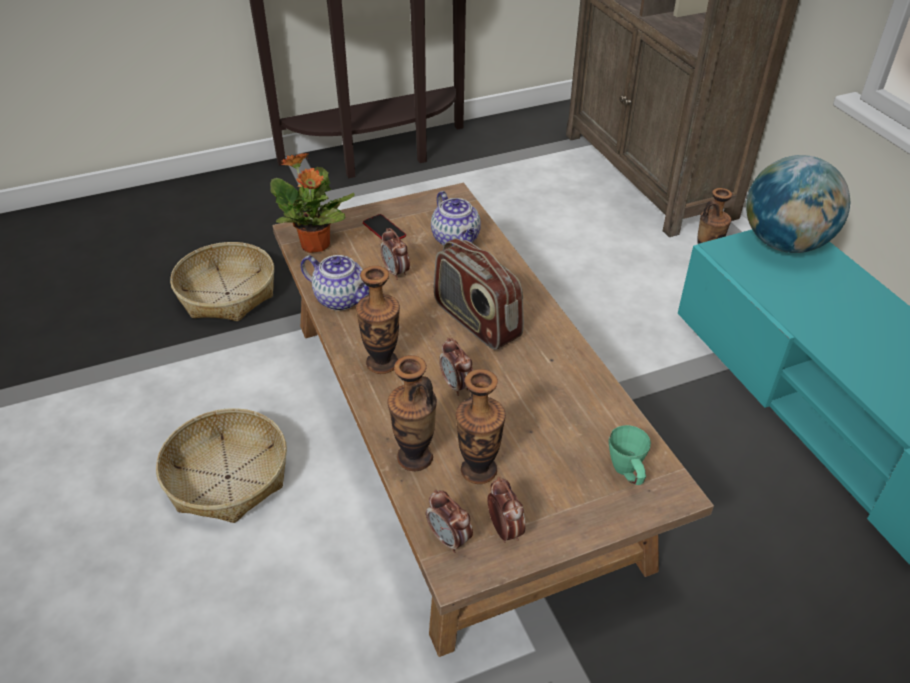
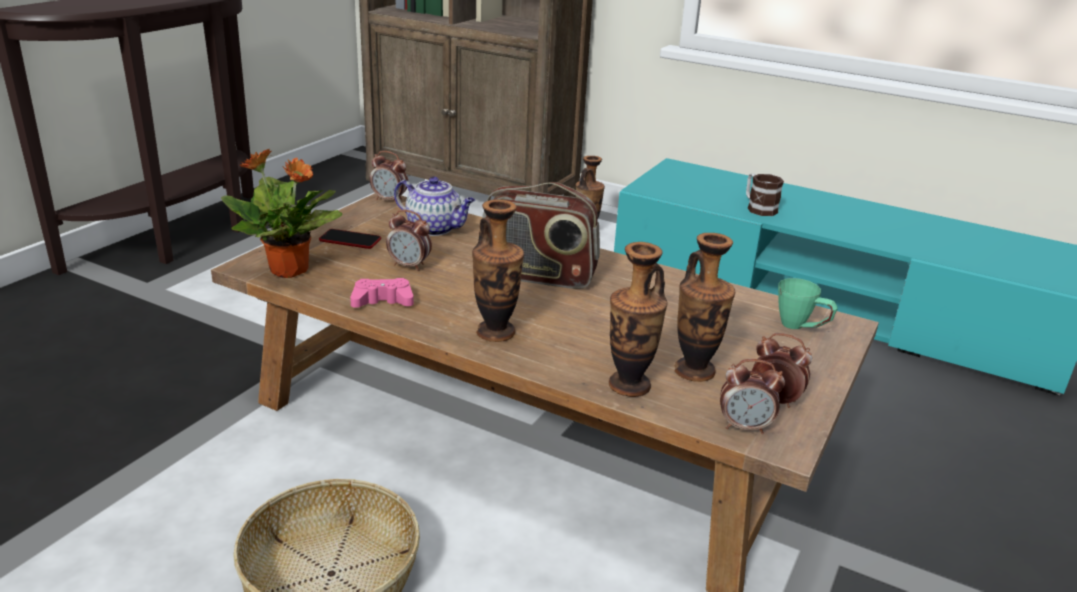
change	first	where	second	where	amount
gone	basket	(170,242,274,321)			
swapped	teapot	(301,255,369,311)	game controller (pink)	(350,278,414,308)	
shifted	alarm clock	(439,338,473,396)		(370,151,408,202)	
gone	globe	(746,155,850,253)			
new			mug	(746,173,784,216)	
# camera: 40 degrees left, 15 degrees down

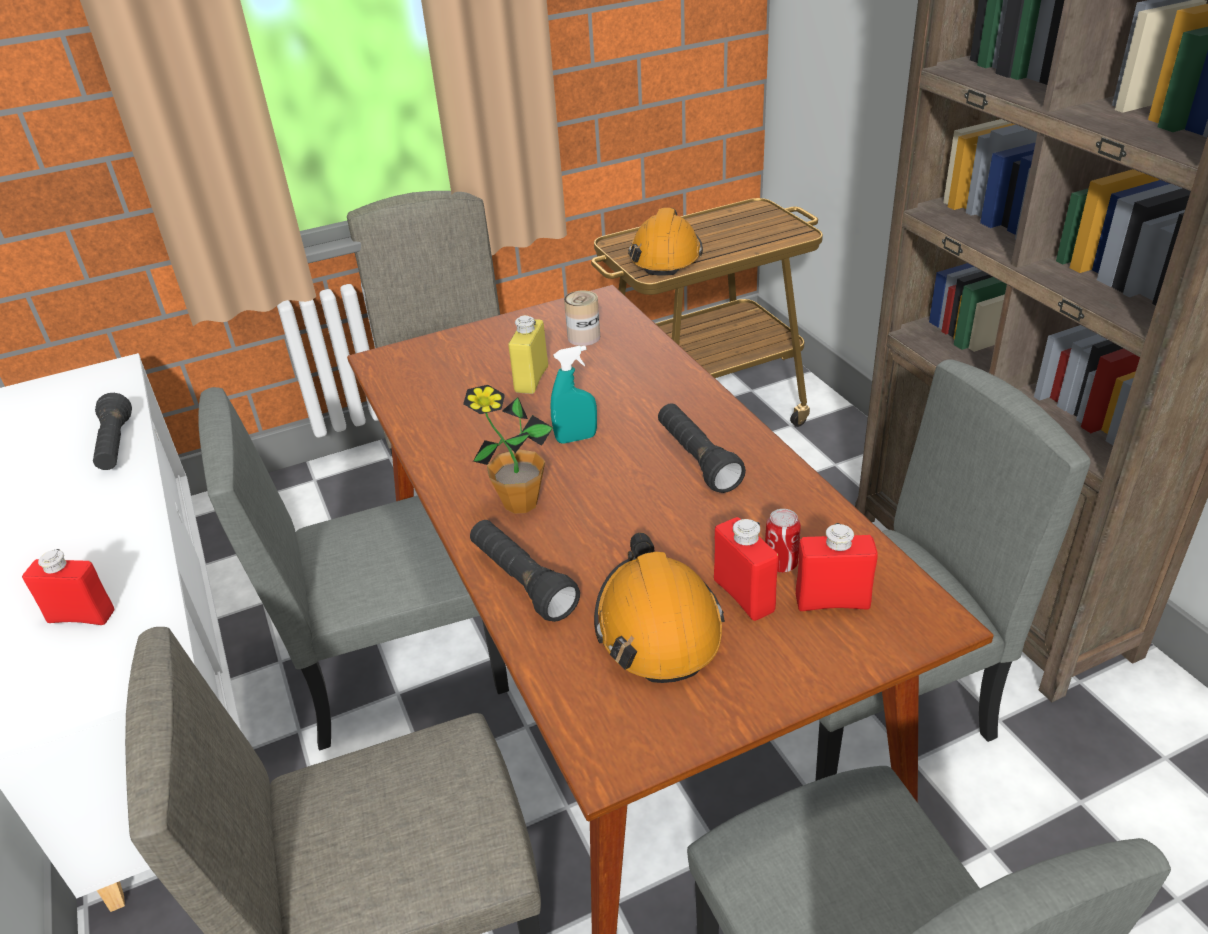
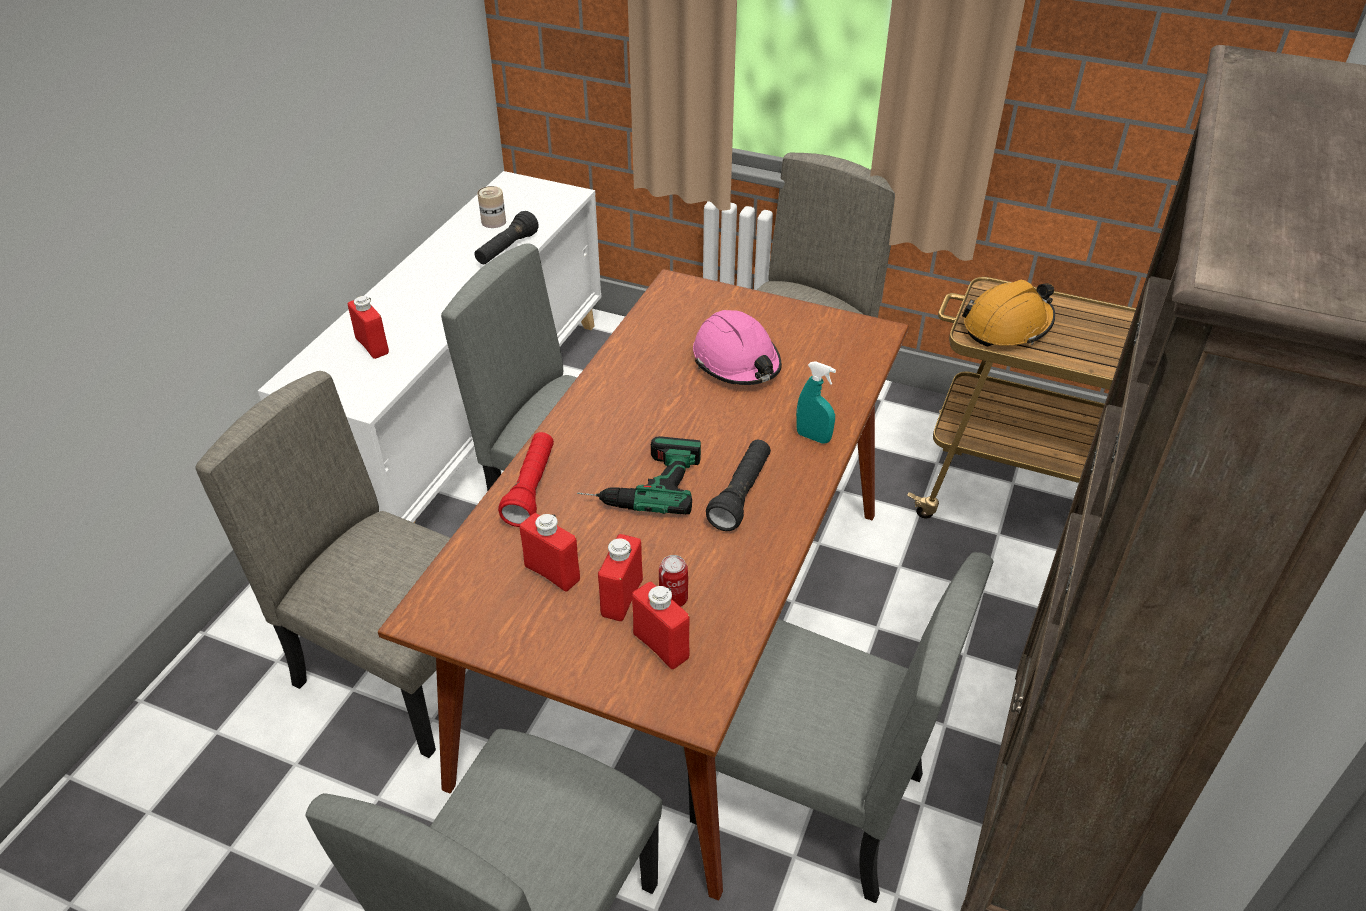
change	first	where	second	where	amount
gone	potted plant	(463,385,553,514)			
repainted	flashlight (black)	(470,520,580,622)	flashlight (red)	(498,432,554,527)	
swapped	bottle (yellow)	(508,315,548,394)	hard hat (pink)	(693,310,782,385)	
shifted	spray bottle (turquoise)	(551,346,597,444)		(796,361,836,444)	
shifted	can	(564,290,600,346)		(477,186,506,228)	
swapped	hard hat (orange)	(594,533,725,683)	bottle (red)	(519,513,580,591)	
new			power drill	(577,436,701,514)	
# camera: 45 degrees right, 5 degrees up

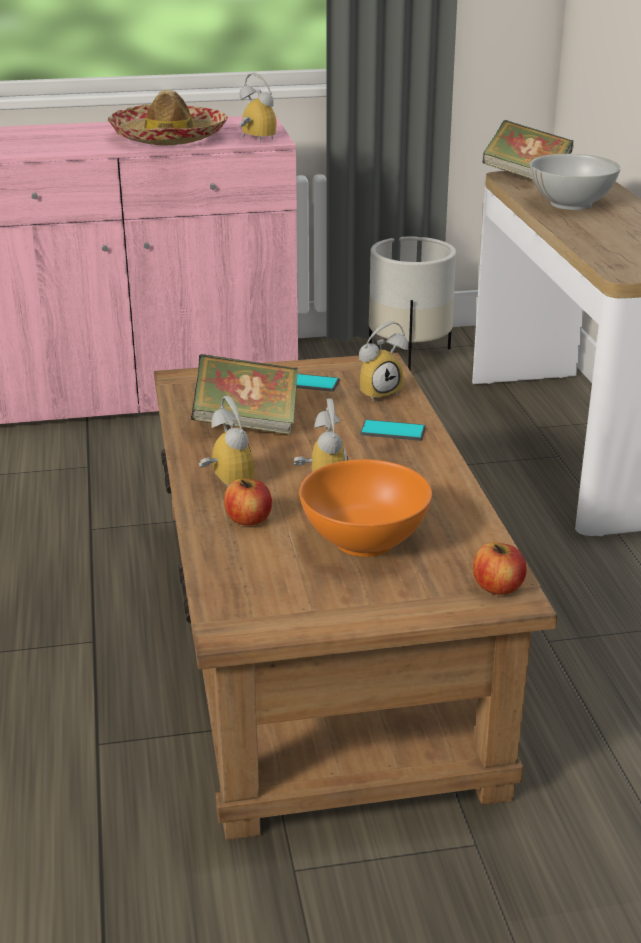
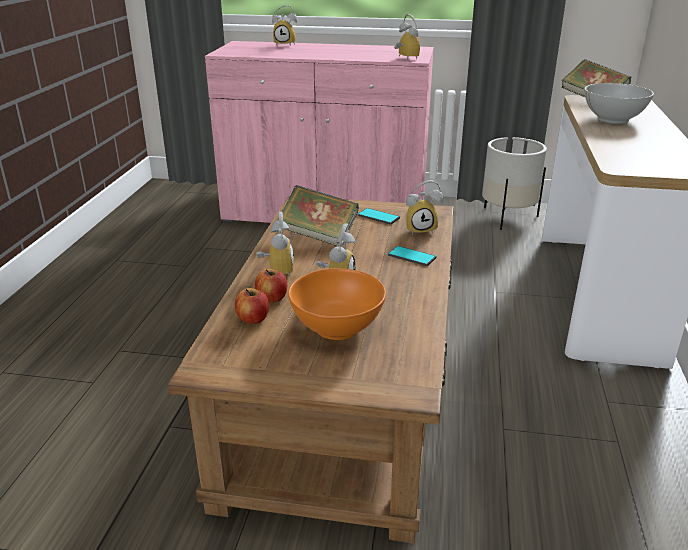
change	first	where	second	where	amount
gone	hat	(108,89,228,146)			
shifted	apple	(473,542,527,595)		(235,288,269,324)	
new			alarm clock	(272,5,297,46)	
# camera: 20 degrees right, 0 degrees up

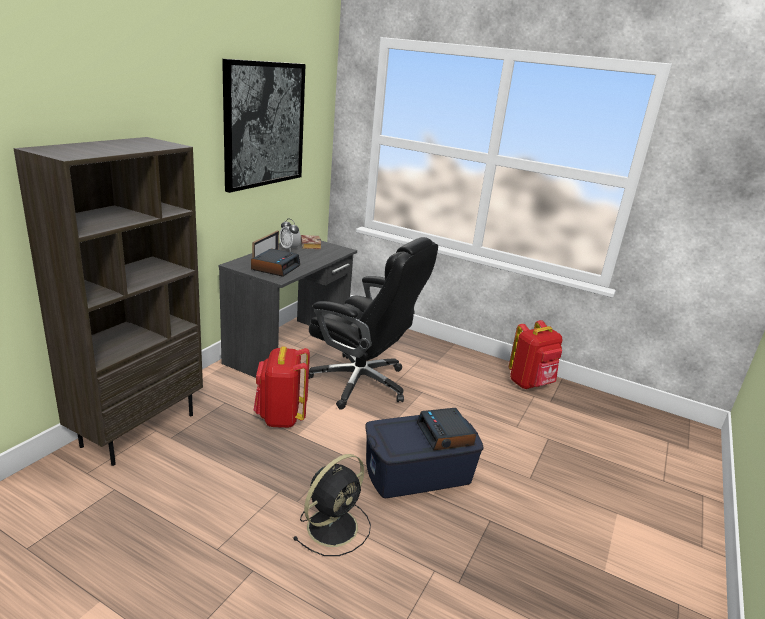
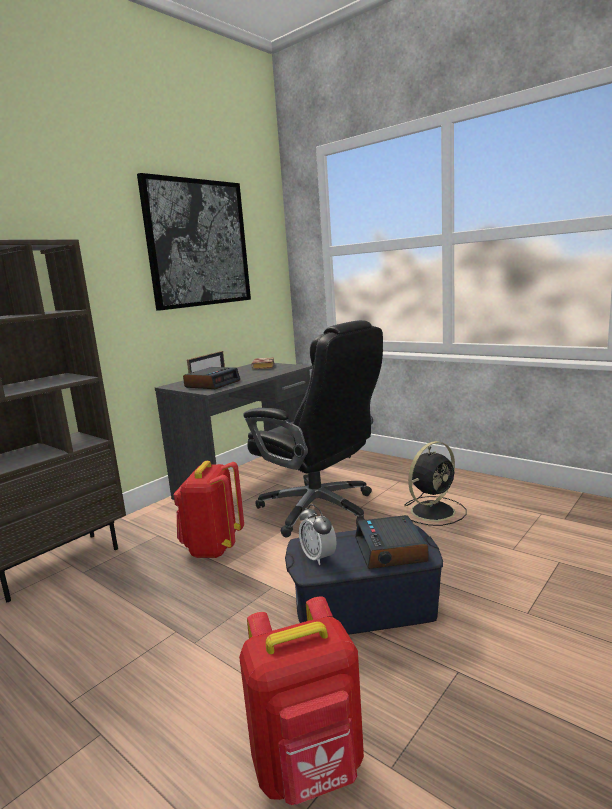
change	first	where	second	where	amount
shifted	alarm clock	(279,219,301,252)		(299,504,337,565)	
shifted	fan (black)	(293,454,371,556)		(402,441,467,526)	
shifted	backpack (red)	(509,320,562,389)		(239,597,364,805)	
# camera: 15 degrees right, 10 degrees down

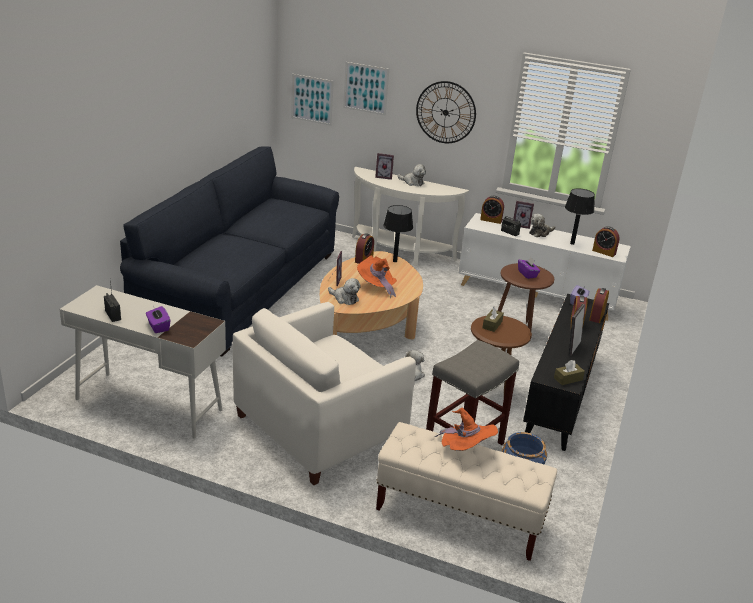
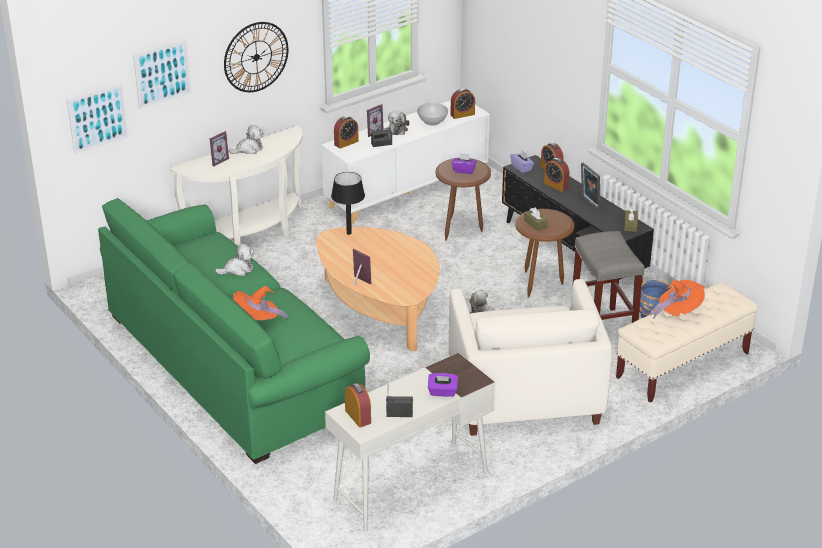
change	first	where	second	where	amount
repainted	sofa (blue)	(120,146,339,357)	sofa (green)	(98,198,370,464)	
shifted	plush toy	(328,278,361,305)		(215,243,254,276)	
shifted	alarm clock	(355,233,374,264)		(345,383,371,428)	
shifted	hat (orange)	(357,255,397,298)		(233,286,289,321)	
swapped	table lamp (black)	(565,189,595,245)	bowl (white)	(417,103,448,126)	
# camera: 55 degrees left, 5 degrees up

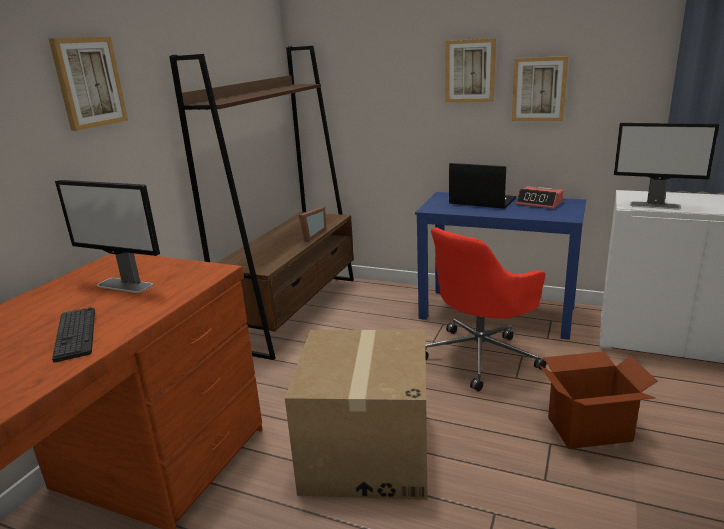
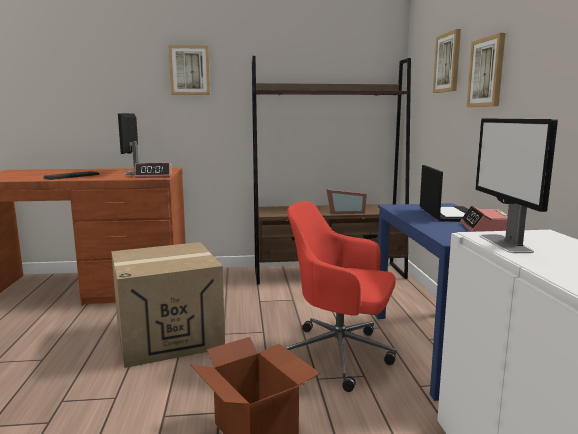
change	first	where	second	where	amount
shifted	picture	(512,56,568,121)		(433,29,461,93)	
new			alarm clock	(135,163,172,178)	
# camera: 60 degrees right, 10 degrees down

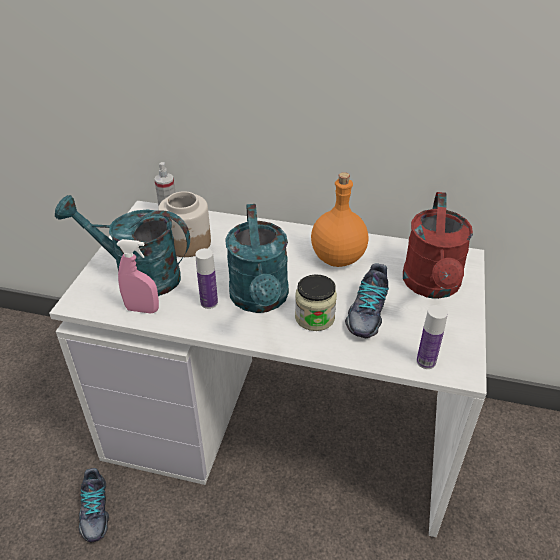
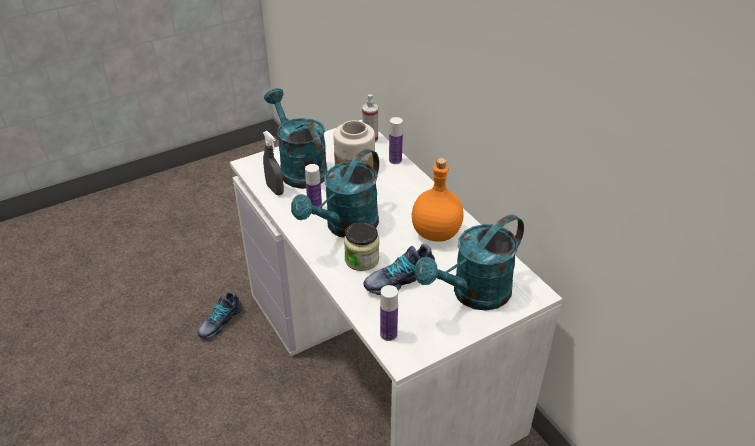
change	first	where	second	where	amount
repainted	spray bottle (pink)	(116,239,159,313)	spray bottle (grey)	(263,131,284,195)	
repainted	watering can (red)	(403,192,473,299)	watering can (turquoise)	(414,214,524,311)	
new			bottle	(389,117,403,164)	
# camera: 45 degrees right, 0 degrees up

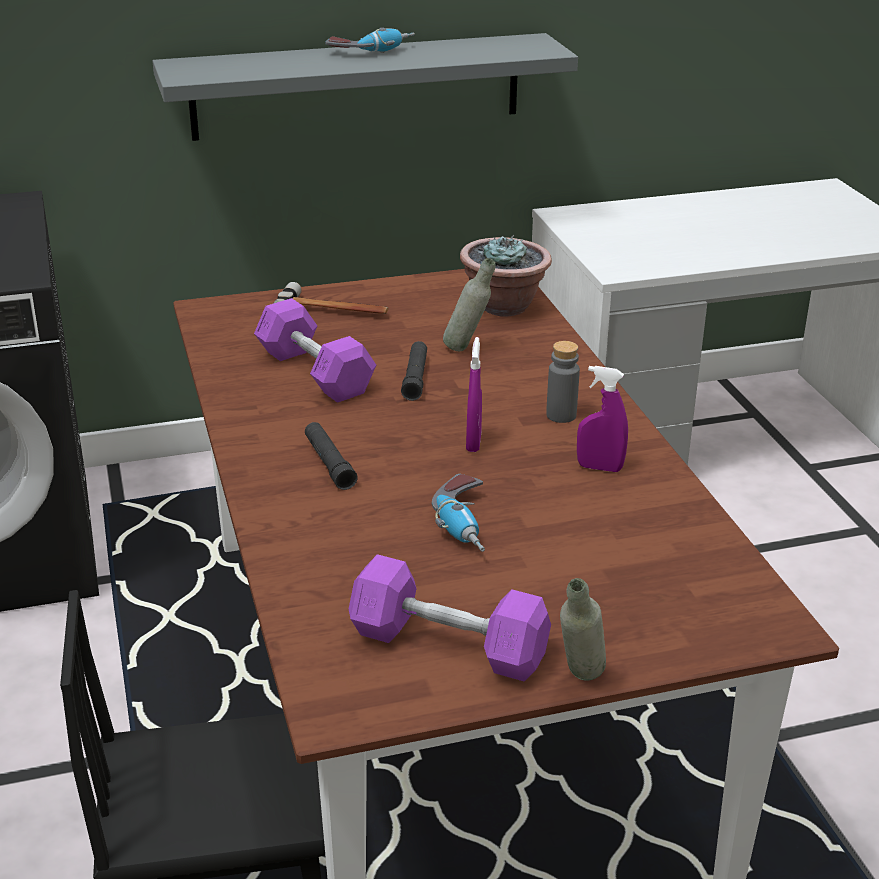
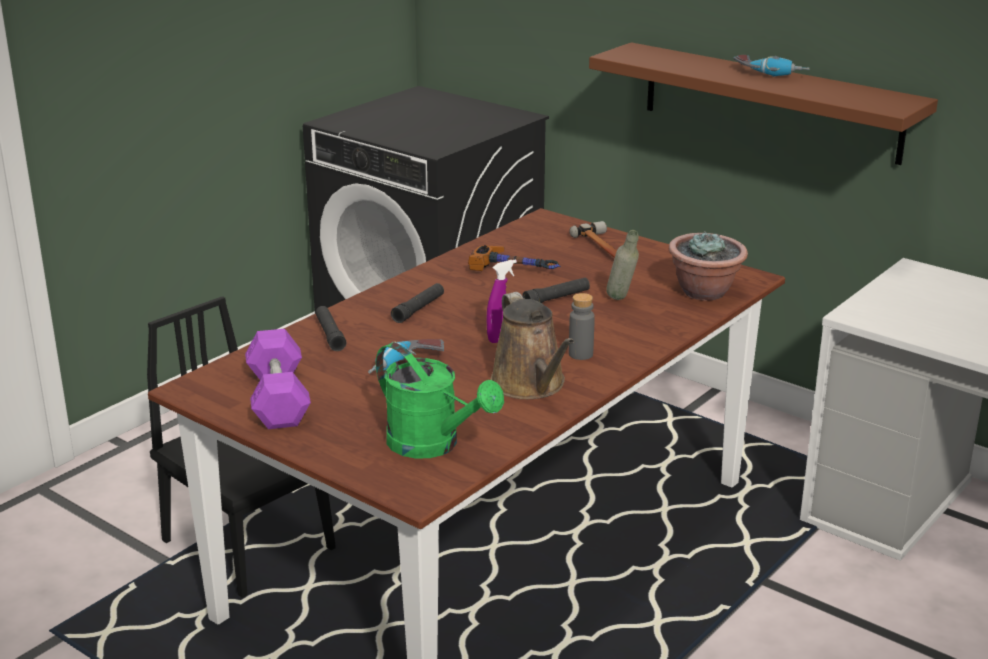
change	first	where	second	where	amount
repainted	shelf (grey)	(152,33,578,141)	shelf (brown)	(589,42,938,165)	
swapped	dumbbell (purple)	(254,298,376,403)	hammer	(468,245,561,271)	
gone	bottle (grey)	(560,578,606,680)			
swapped	spray bottle (purple)	(577,366,628,472)	watering can (brown)	(490,292,574,399)	
new			flashlight (black)	(316,306,346,351)	
new			watering can (green)	(376,343,504,459)	
# camera: 55 degrees right, 5 degrees down

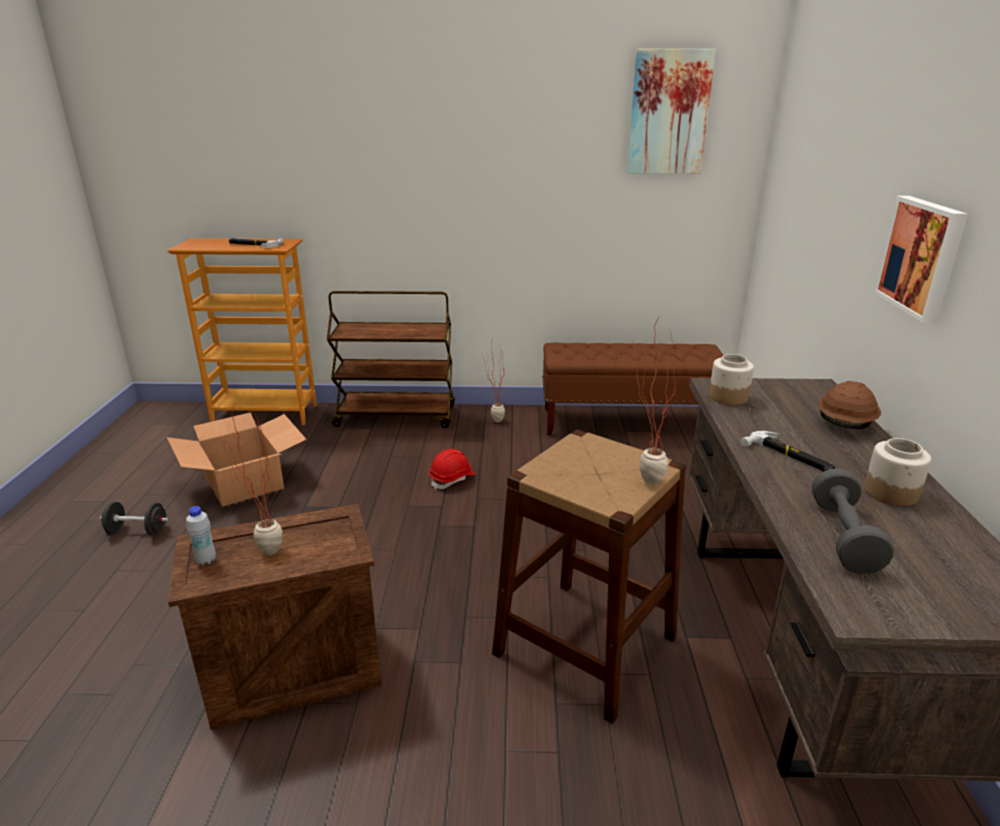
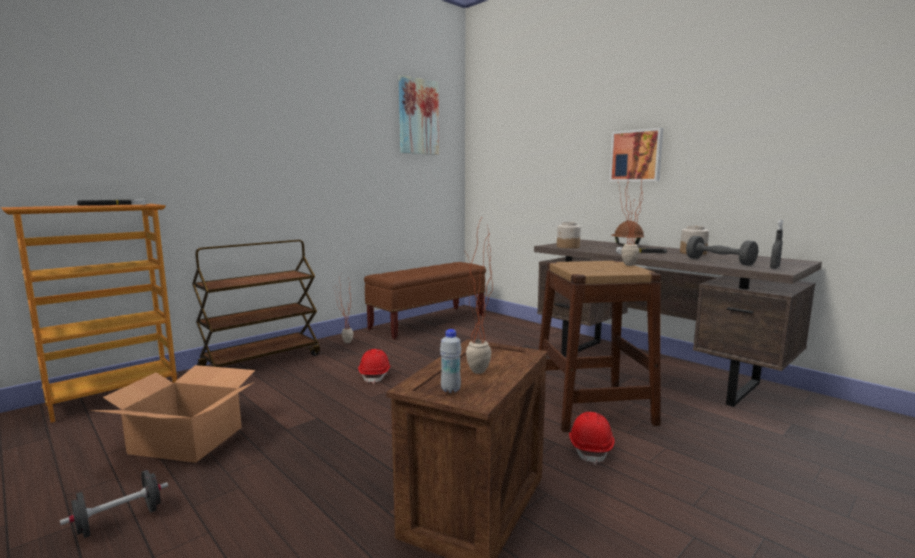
change	first	where	second	where	amount
new			hard hat (red)	(569,412,615,465)	
new			spray bottle (grey)	(770,220,783,269)	
# camera: 45 degrees left, 15 degrees down

